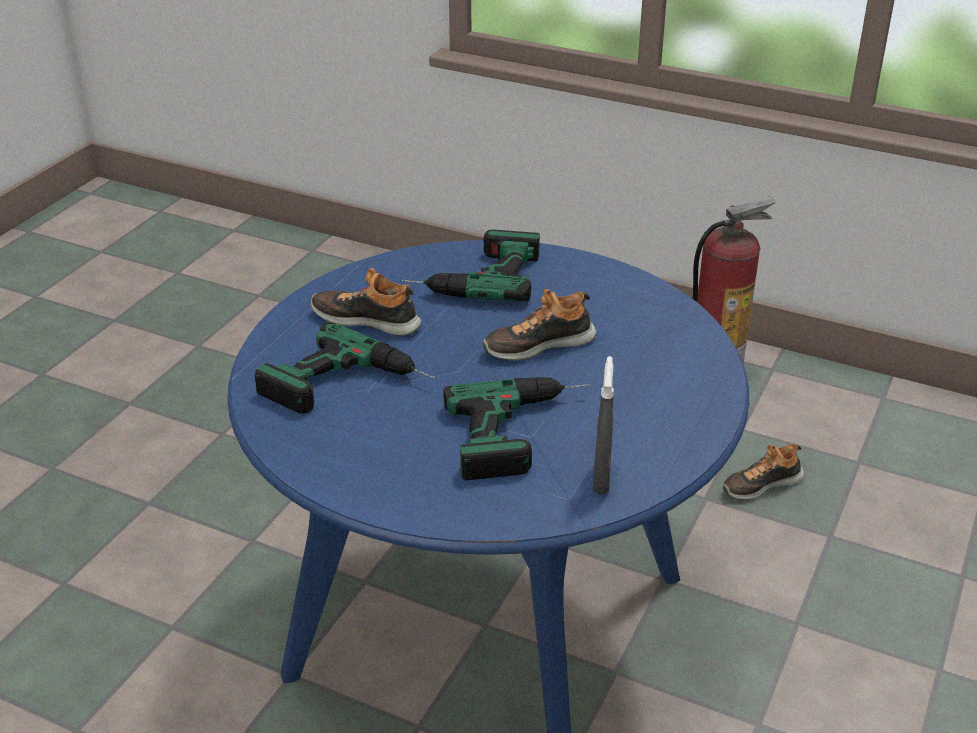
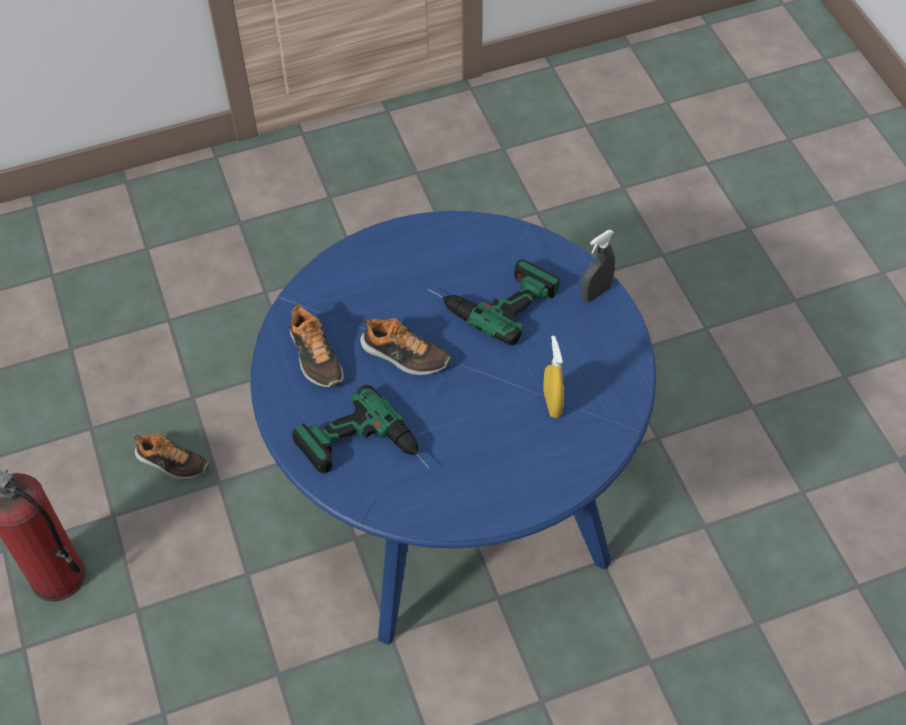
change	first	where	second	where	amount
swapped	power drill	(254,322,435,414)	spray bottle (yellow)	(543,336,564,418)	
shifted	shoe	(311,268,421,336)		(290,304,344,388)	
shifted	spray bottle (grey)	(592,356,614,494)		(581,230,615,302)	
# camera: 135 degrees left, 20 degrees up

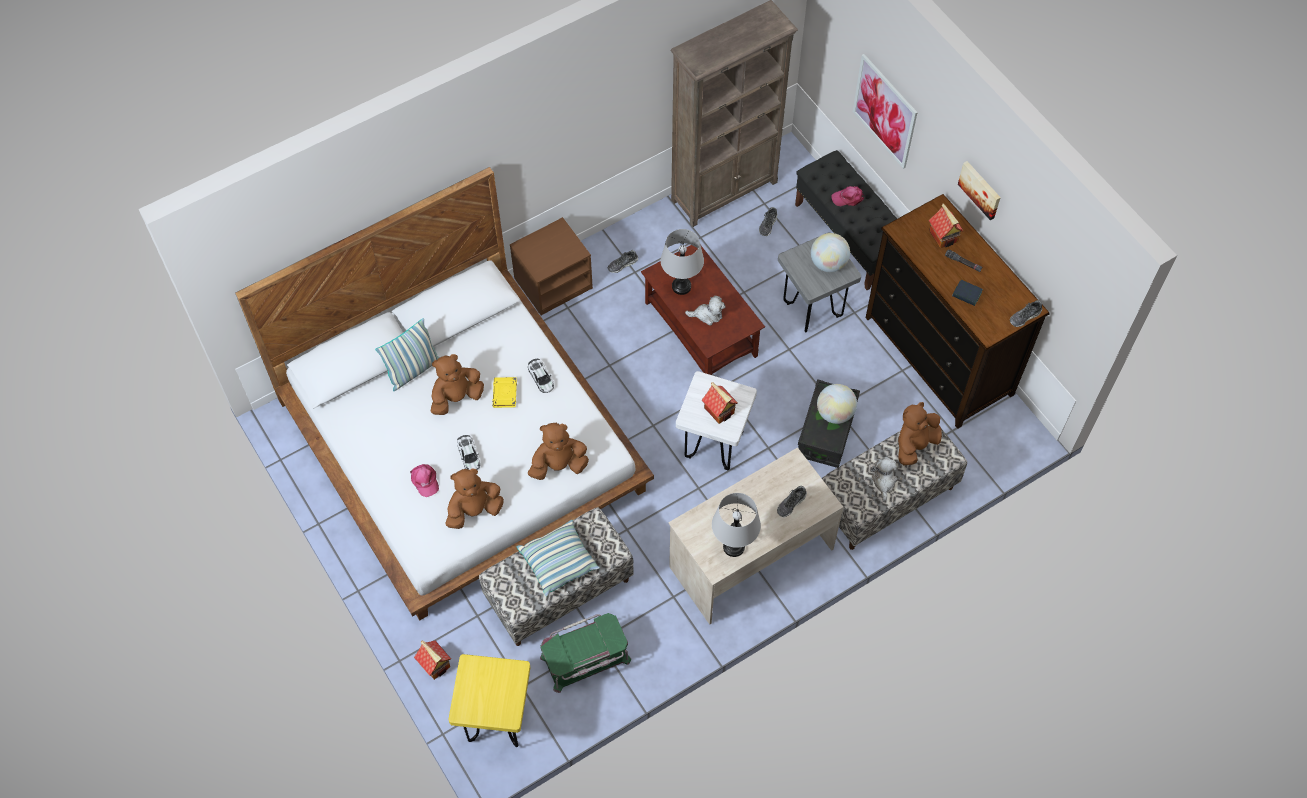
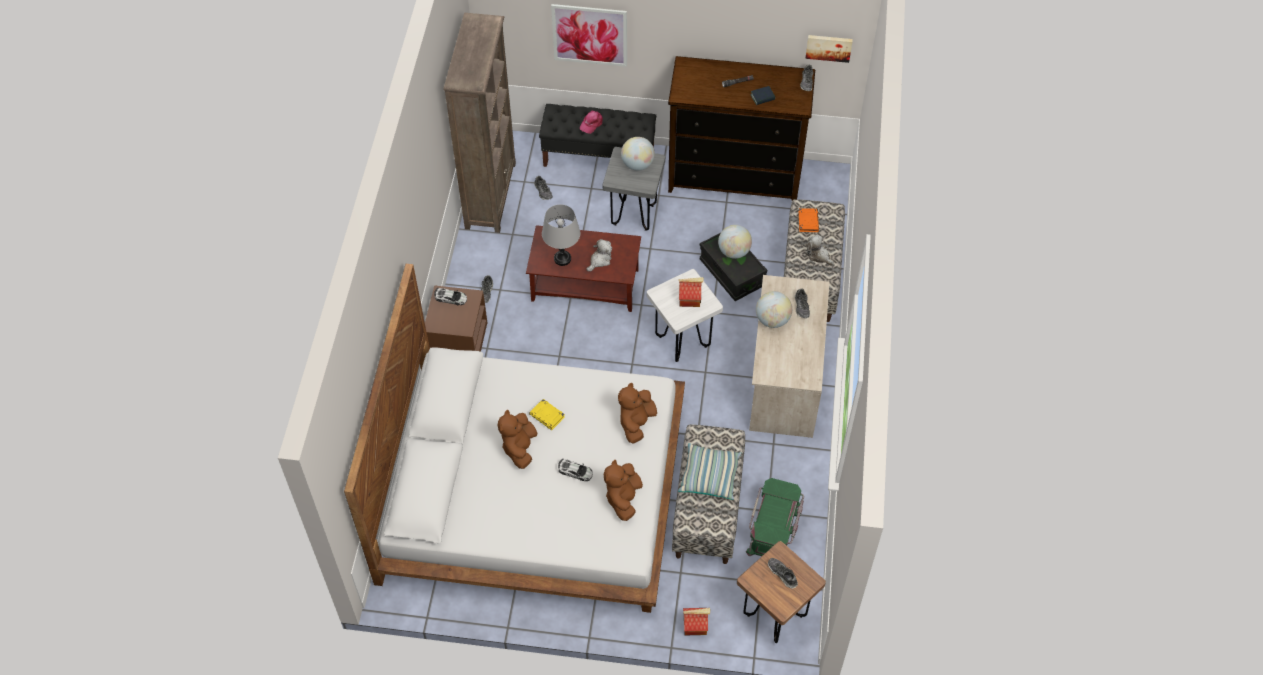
change	first	where	second	where	amount
gone	pillow	(375,318,440,391)			
gone	cap (pink)	(410,464,439,497)			
repainted	stool (yellow)	(448,654,531,747)	stool (brown)	(737,541,826,643)	
shifted	toy car	(528,359,554,393)		(434,288,467,305)	
gone	table lamp (grey)	(712,493,761,557)			
swapped	plush toy (brown)	(898,402,942,466)	book (orange)	(798,208,819,232)	
gone	toy house	(929,204,963,248)			
shifted	picture	(958,161,1001,220)		(805,35,853,63)	
new			globe	(756,291,792,328)	
new			shoe	(768,558,798,589)	
# camera: 50 degrees left, 5 degrees down

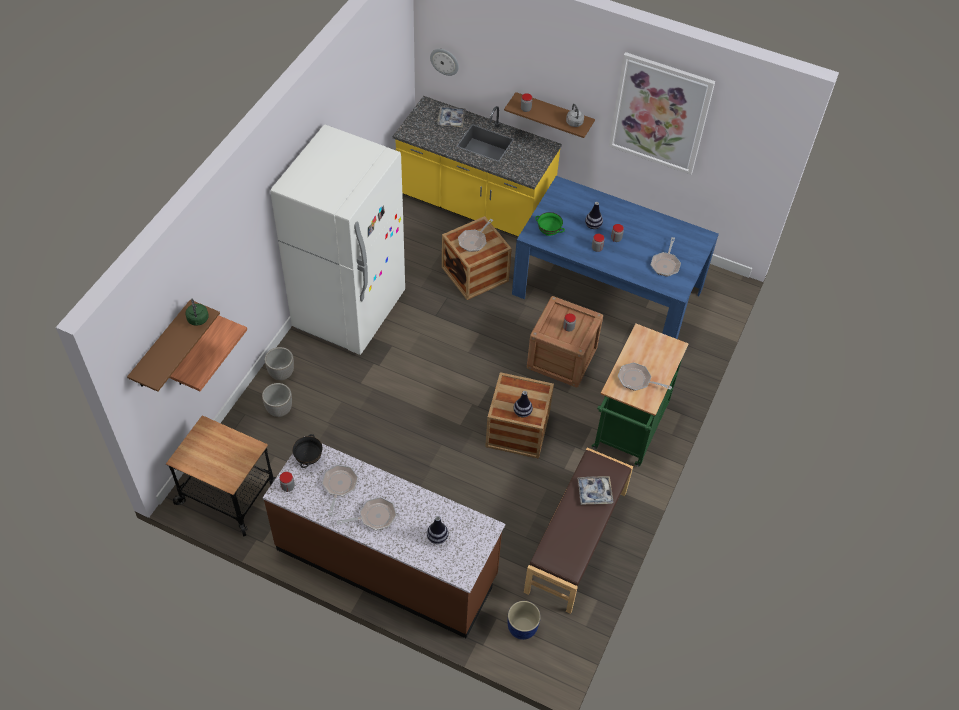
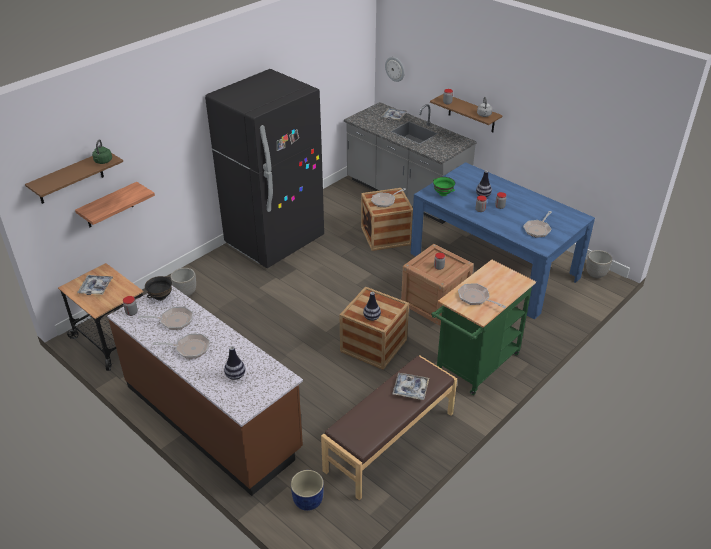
change	first	where	second	where	amount
shifted	planter	(265,347,294,380)		(586,250,612,279)	
repainted	fridge (white)	(270,125,405,355)	fridge (black)	(205,69,324,268)	
rotated	frying pan	(322,465,358,516)		(138,307,193,330)	60 degrees clockwise
repainted	counter (yellow)	(393,96,562,237)	counter (grey)	(344,102,477,224)	
gone	picture	(609,52,715,175)			
new			tray	(77,275,113,295)	
# camera: 20 degrees right, 15 degrees down

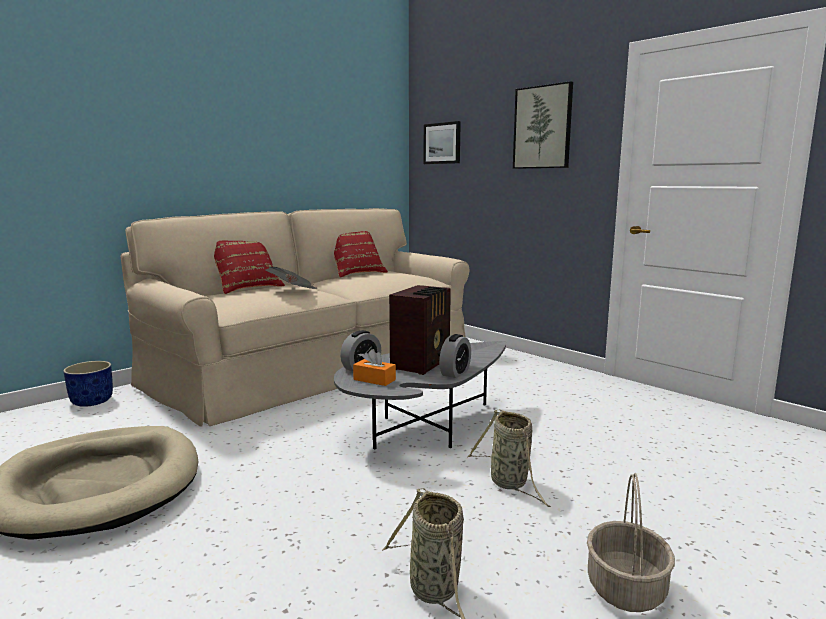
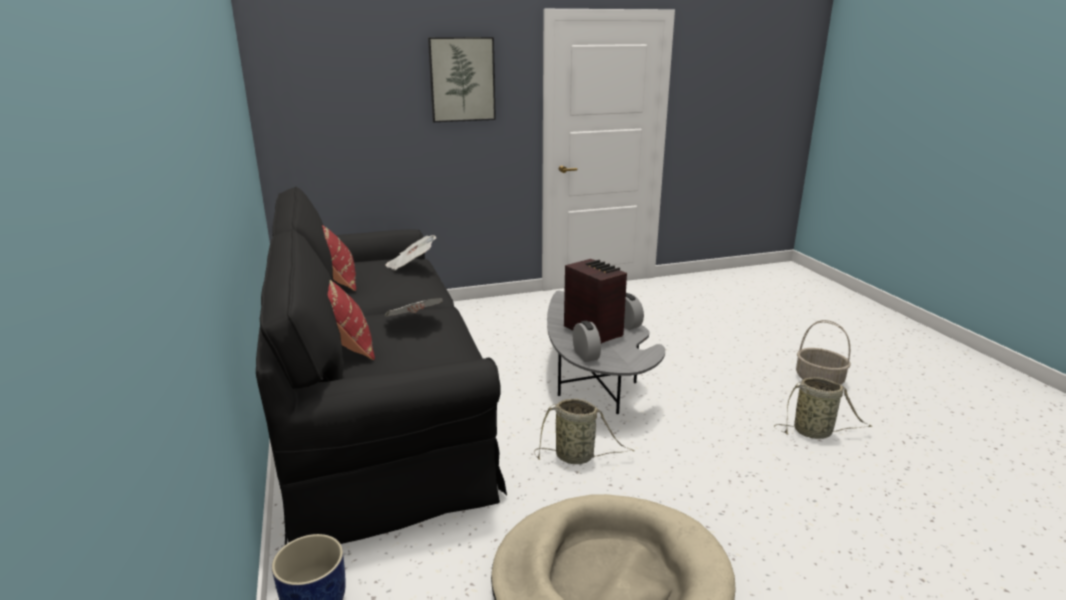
change	first	where	second	where	amount
repainted	sofa (beige)	(121,208,469,426)	sofa (black)	(256,187,507,545)	
gone	tissue box (orange)	(353,349,396,386)			
gone	picture	(424,121,461,164)			
shifted	basket	(467,409,551,507)		(534,399,634,464)	
new			newspaper	(386,235,436,270)	
# camera: 65 degrees left, 10 degrees up

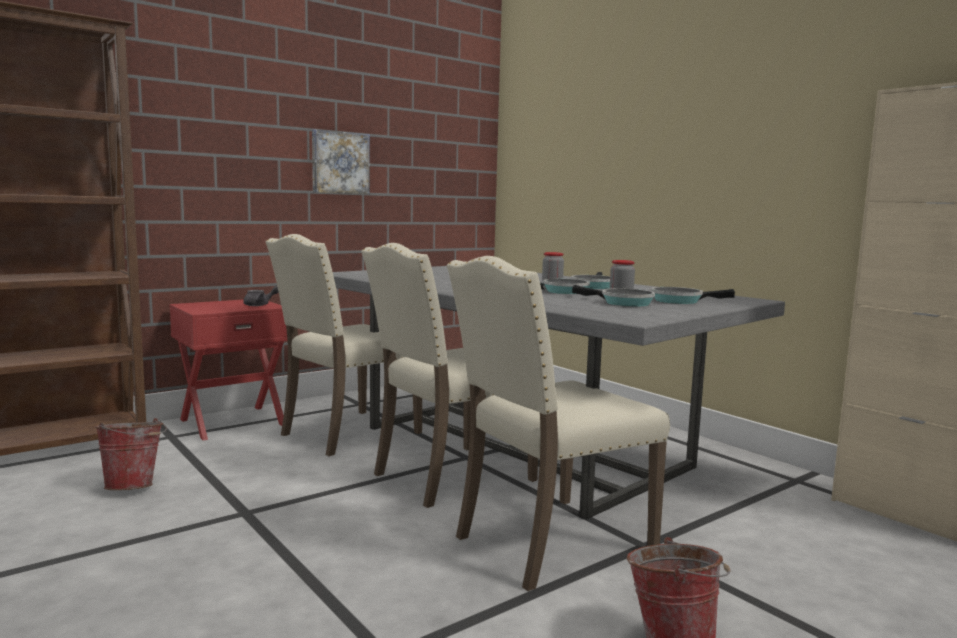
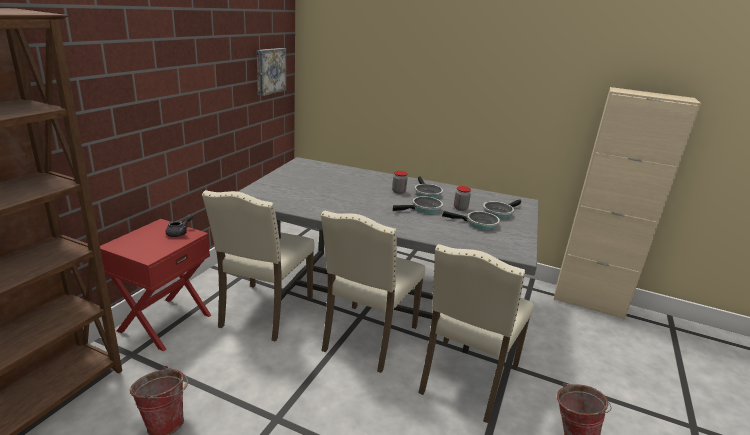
change	first	where	second	where	amount
shifted	picture	(312,129,370,194)		(257,48,286,96)	
# camera: 30 degrees left, 15 degrees up

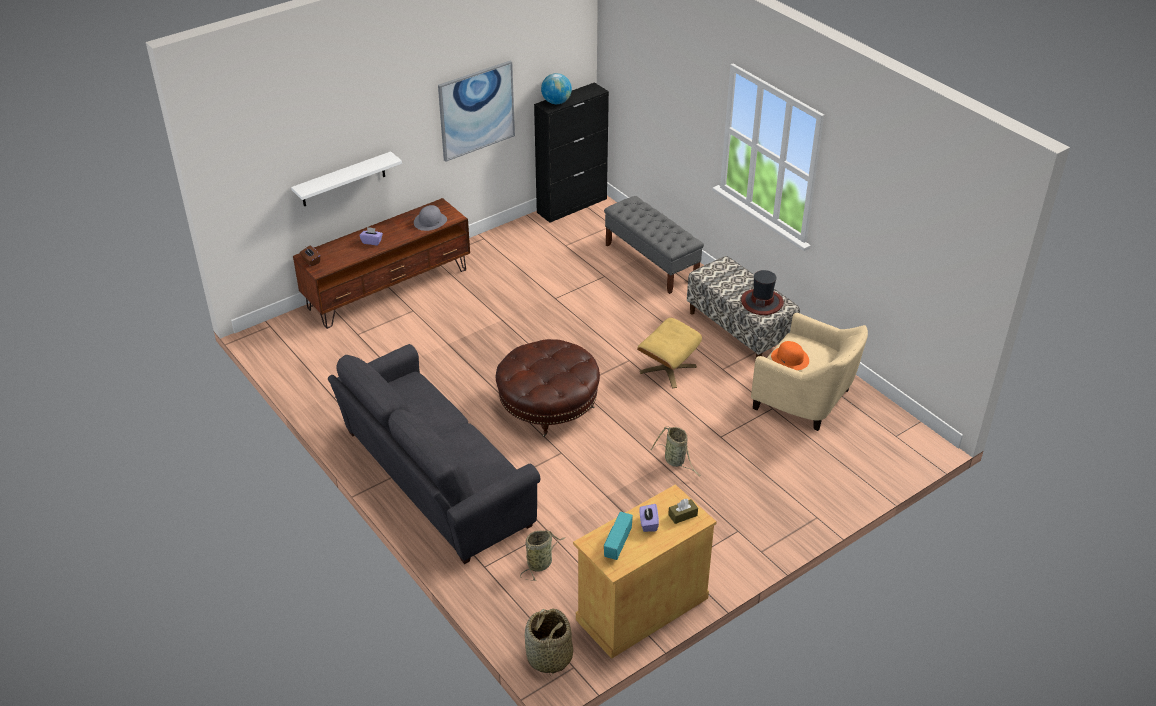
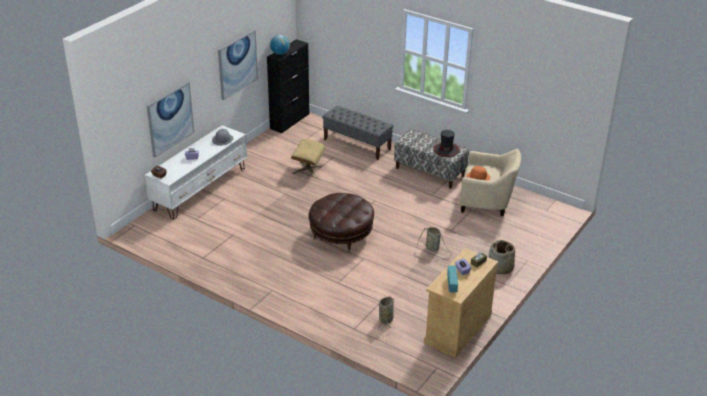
change	first	where	second	where	amount
swapped	shelf (white)	(291,151,402,207)	picture	(147,82,194,157)	
repainted	tv stand (brown)	(293,198,470,329)	tv stand (white)	(145,125,247,220)	
gone	sofa (grey)	(328,344,540,564)			
shifted	basket	(525,608,573,676)		(489,240,515,274)	
shifted	ottoman (beige)	(637,318,702,388)		(291,139,325,178)	
# camera: 20 degrees left, 5 degrees down

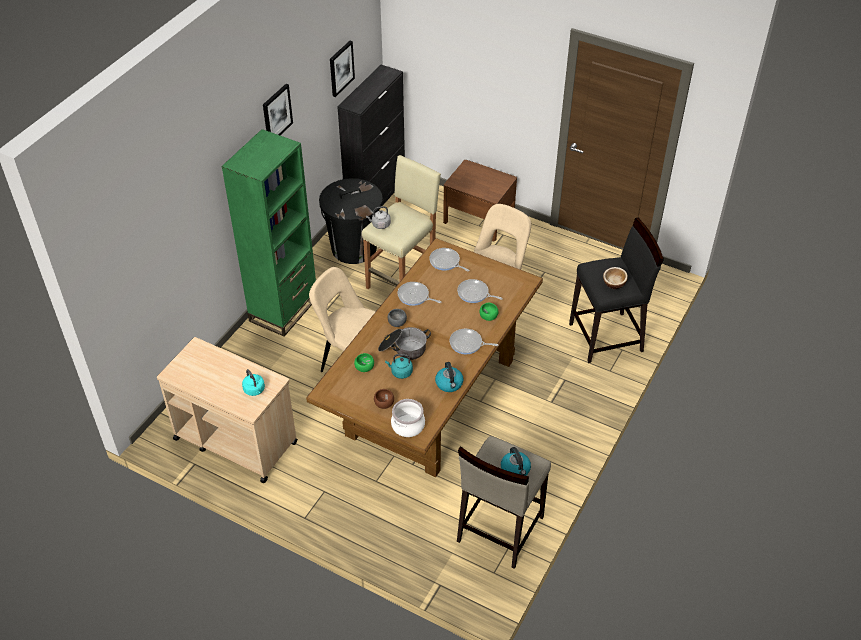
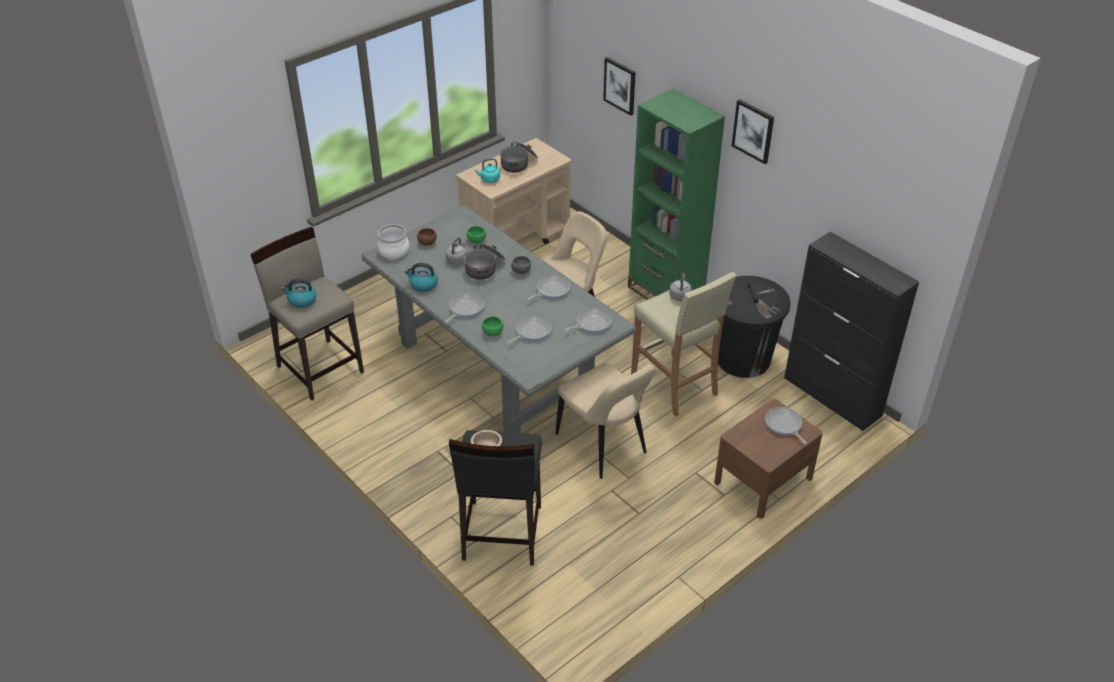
change	first	where	second	where	amount
repainted	dining table (brown)	(306,238,543,477)	dining table (grey)	(362,205,636,433)	
shifted	picture	(330,41,355,97)		(603,57,635,116)	
repainted	kettle (turquoise)	(385,354,413,379)	kettle (grey)	(446,238,467,265)	
new			cooking pot	(500,142,538,173)	
new			frying pan	(765,407,807,444)	
# camera: 110 degrees right, 5 degrees down

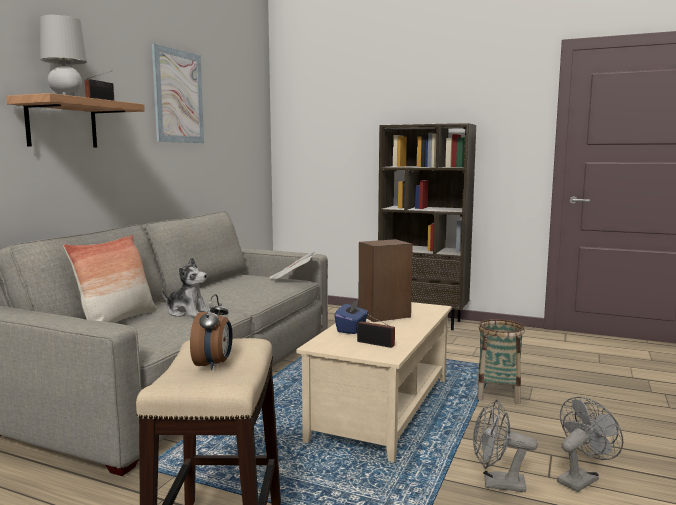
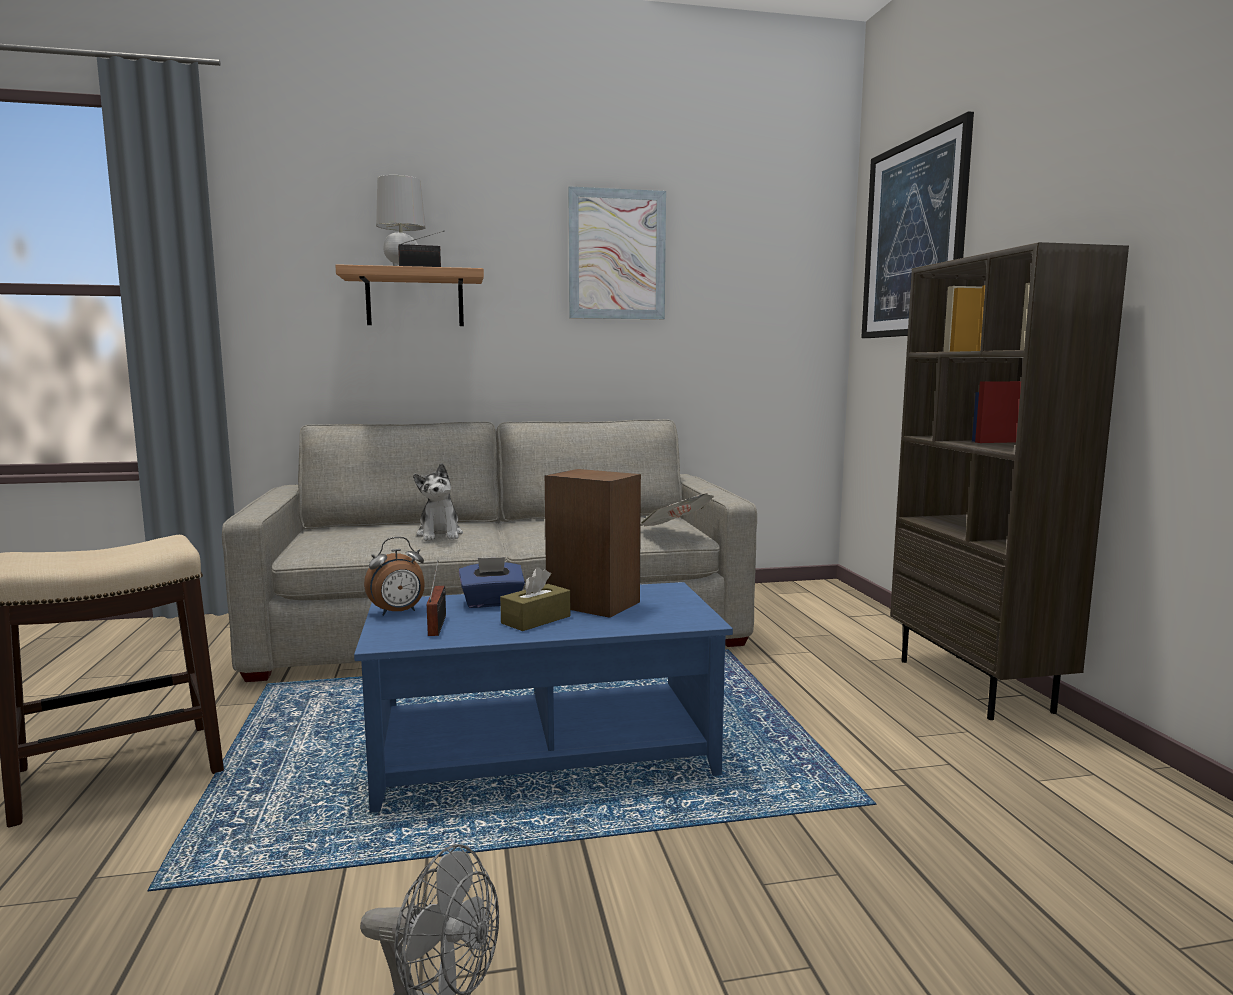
change	first	where	second	where	amount
gone	pillow	(63,235,157,323)			
shifted	alarm clock	(190,294,232,370)		(364,537,425,616)	
repainted	coffee table (beige)	(296,302,452,462)	coffee table (blue)	(354,582,733,813)	
gone	fan (grey)	(473,400,538,492)			
gone	basket	(477,319,525,404)			
new			tissue box (brown)	(500,567,570,631)	
new			picture	(861,111,974,338)	
# camera: 55 degrees right, 0 degrees up

